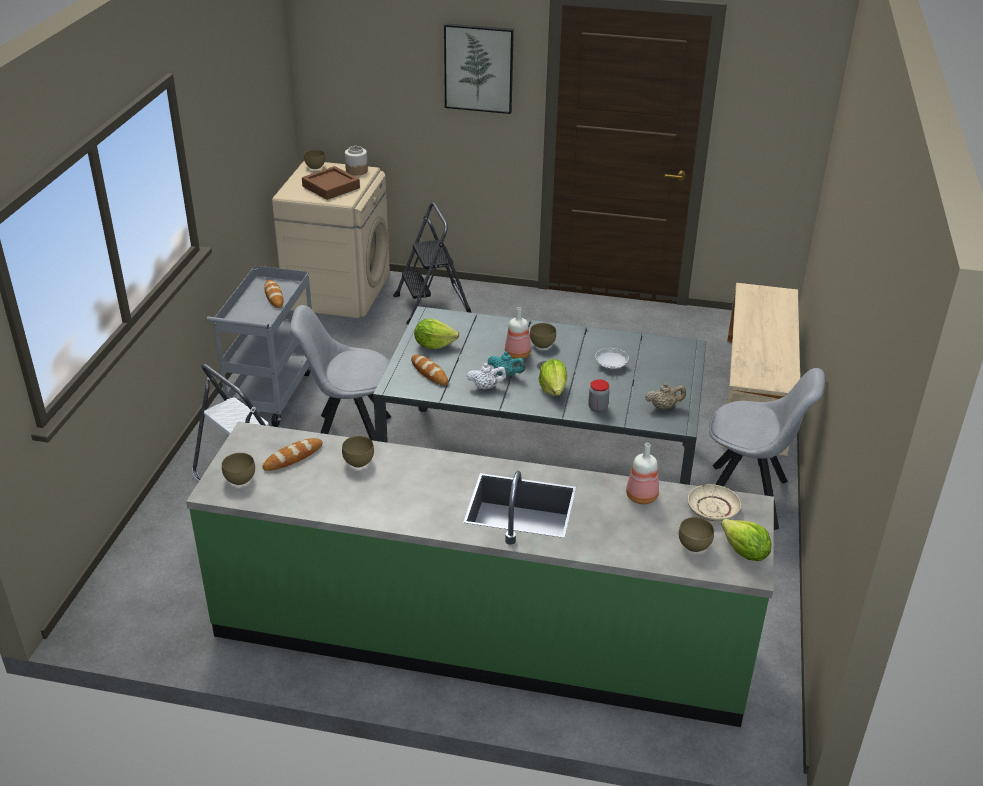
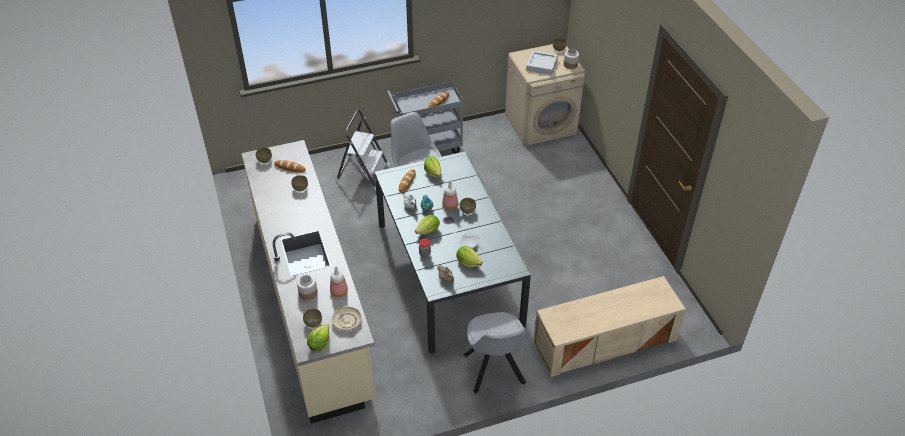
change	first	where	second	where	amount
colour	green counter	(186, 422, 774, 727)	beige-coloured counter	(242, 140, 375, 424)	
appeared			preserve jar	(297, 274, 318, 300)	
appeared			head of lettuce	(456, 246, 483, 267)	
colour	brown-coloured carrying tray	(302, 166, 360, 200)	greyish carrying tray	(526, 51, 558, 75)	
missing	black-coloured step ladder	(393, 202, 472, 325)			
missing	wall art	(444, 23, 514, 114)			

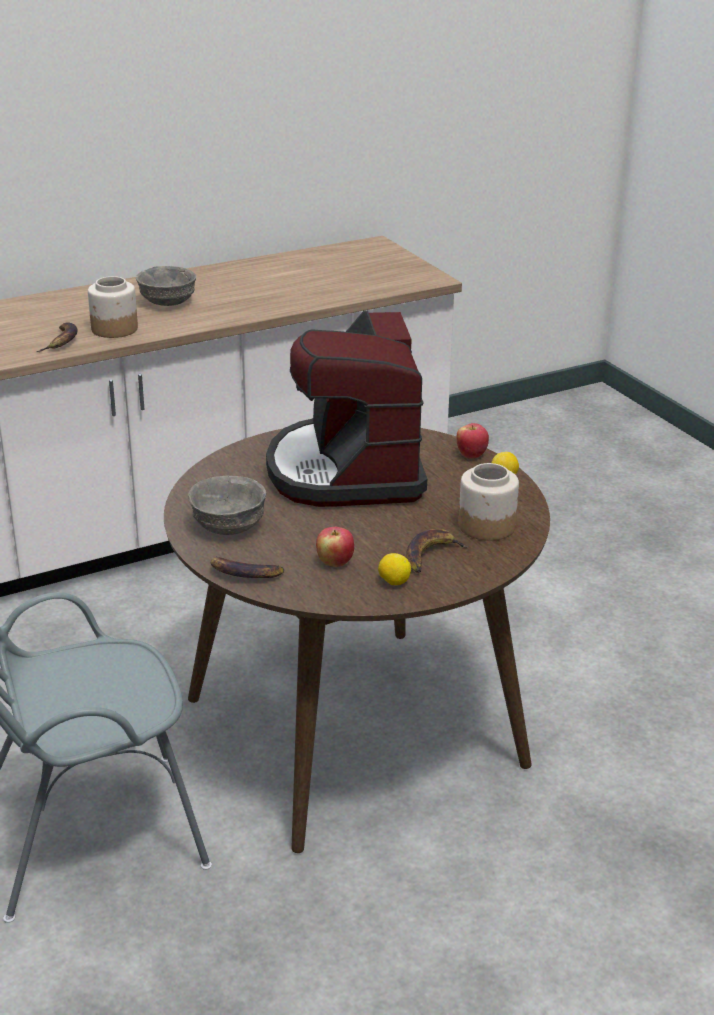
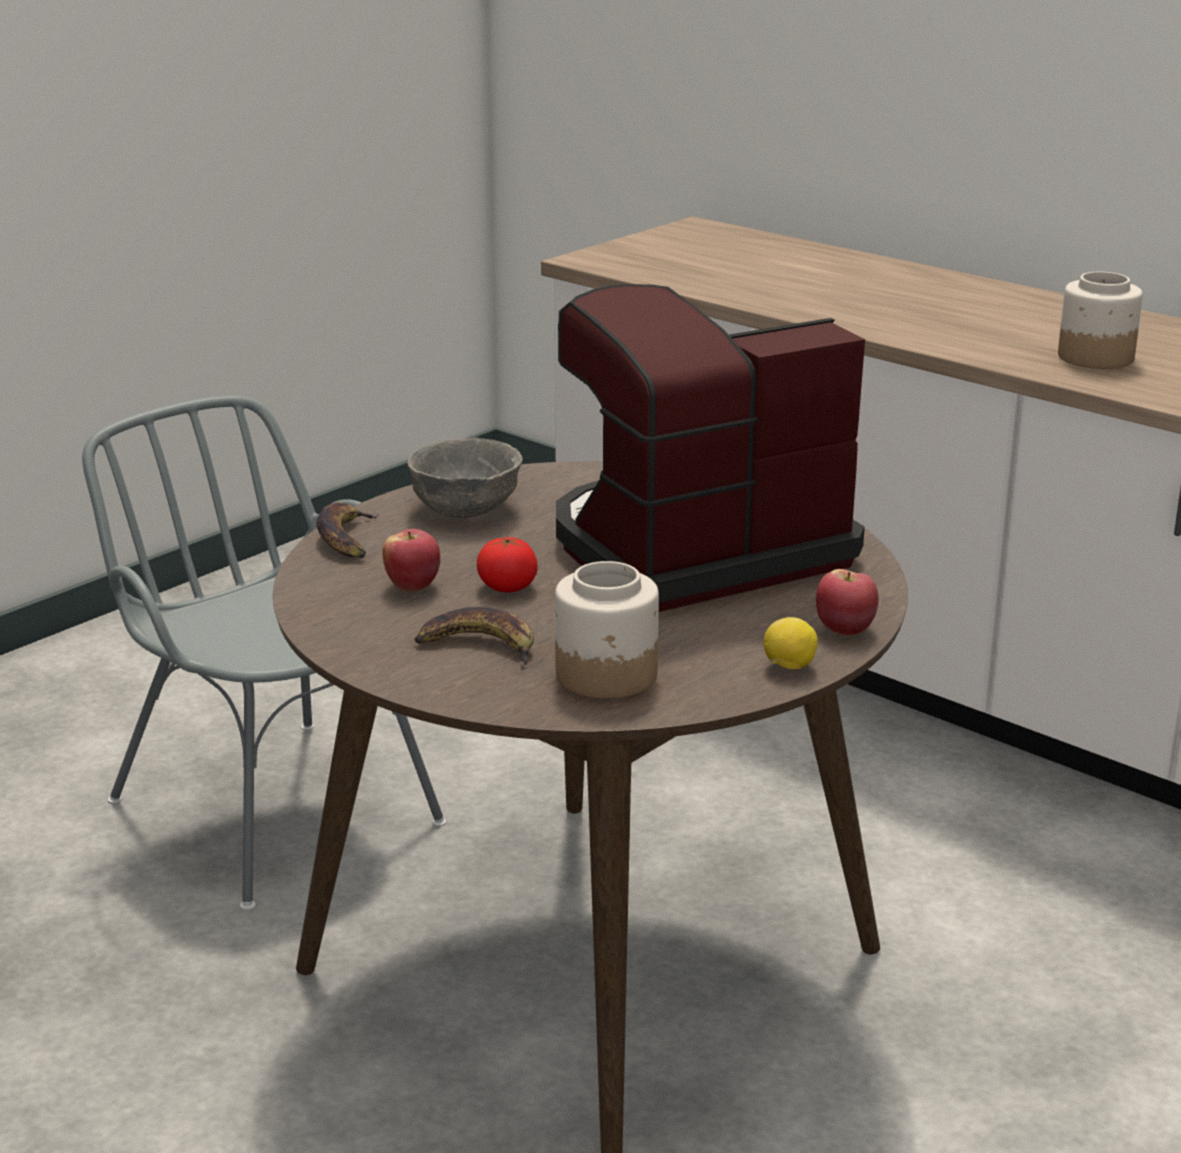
change	first	where	second	where	amount
appeared			whole tomato	(477, 537, 538, 592)	
relocated	preserve jar	(88, 276, 138, 338)		(1058, 272, 1143, 369)	
missing	whole banana	(37, 323, 78, 352)			
missing	greyish bowl	(136, 266, 196, 306)			
missing	whole lemon	(378, 553, 411, 585)			

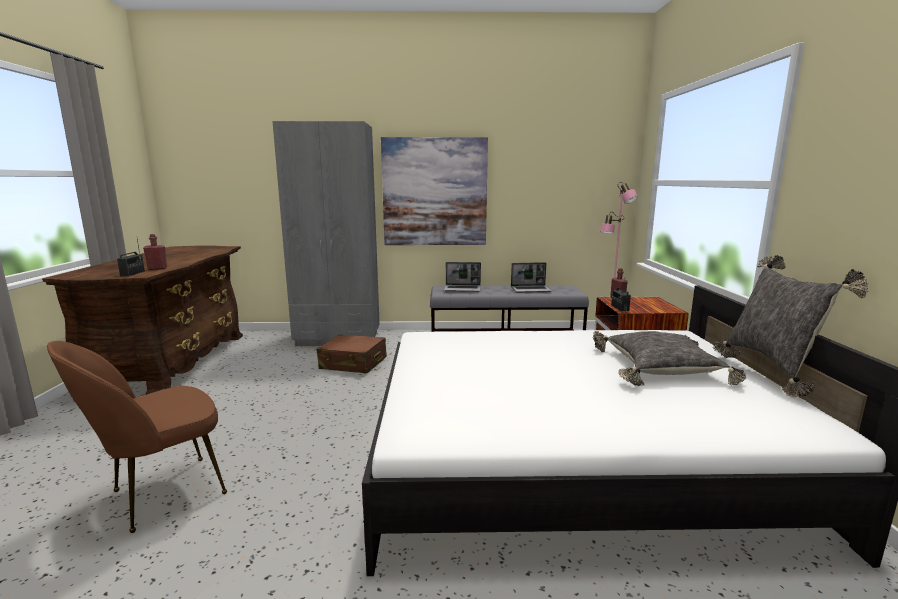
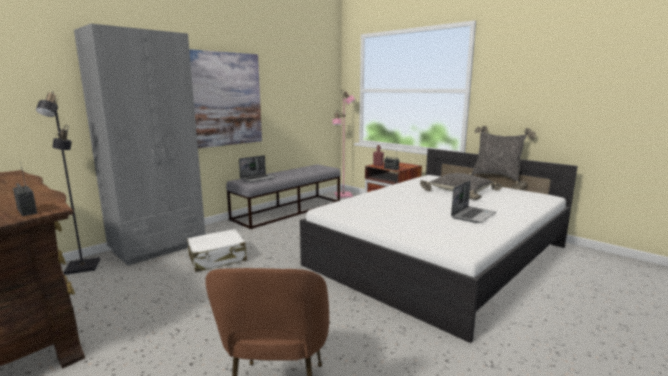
change	first	where	second	where	amount
appeared			black-coloured standing lamp	(36, 91, 100, 275)	
colour	brown-coloured travel case	(317, 334, 387, 374)	white-coloured travel case	(187, 229, 247, 272)	
relocated	portable computer	(511, 262, 552, 293)		(451, 180, 496, 223)	
missing	reddish bottle	(143, 234, 167, 270)			

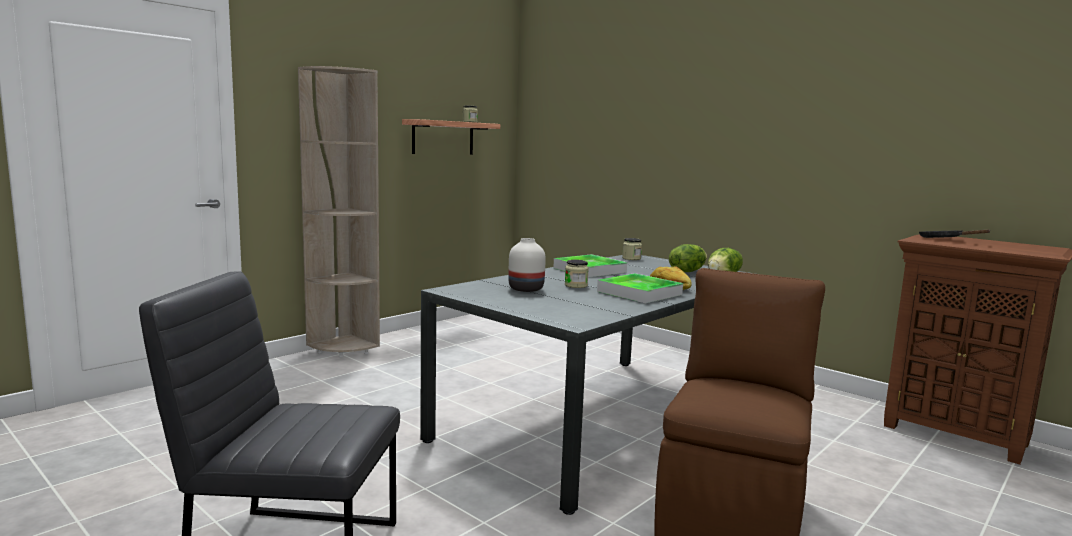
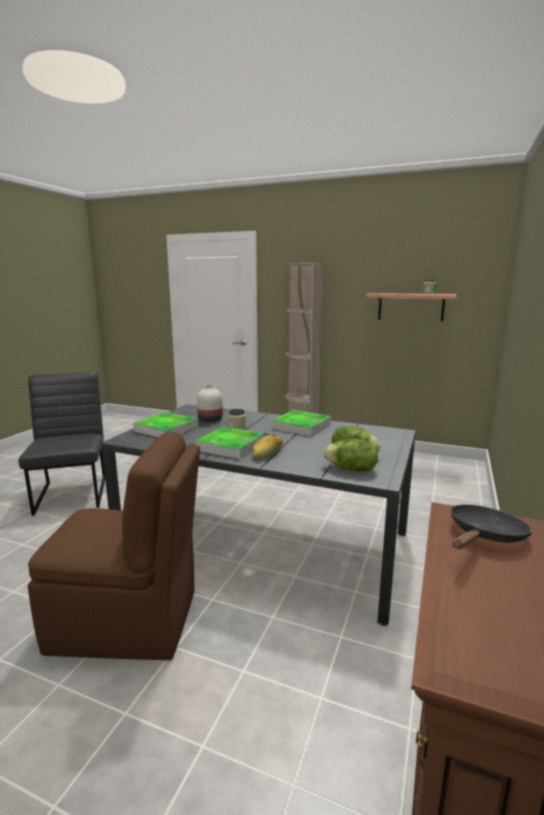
change	first	where	second	where	amount
appeared			carrying tray	(133, 412, 198, 437)	
missing	preserve jar	(622, 238, 642, 260)			

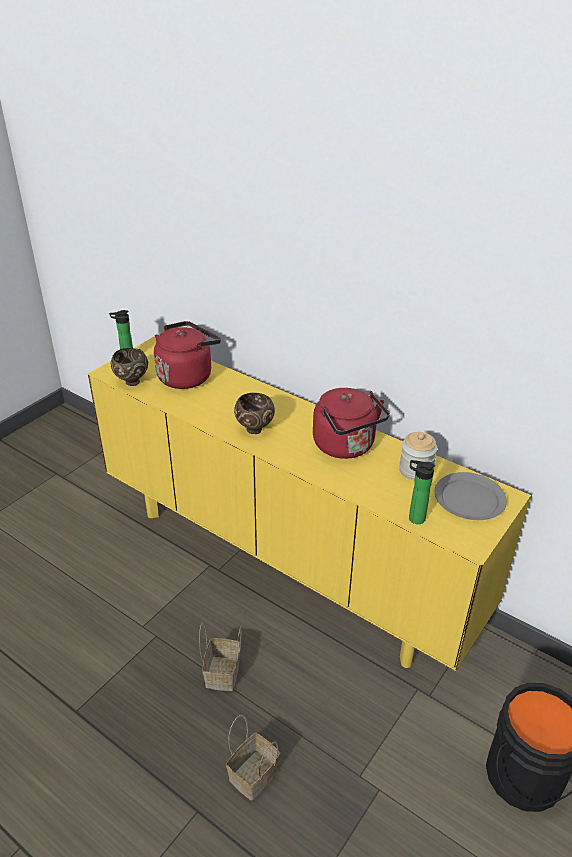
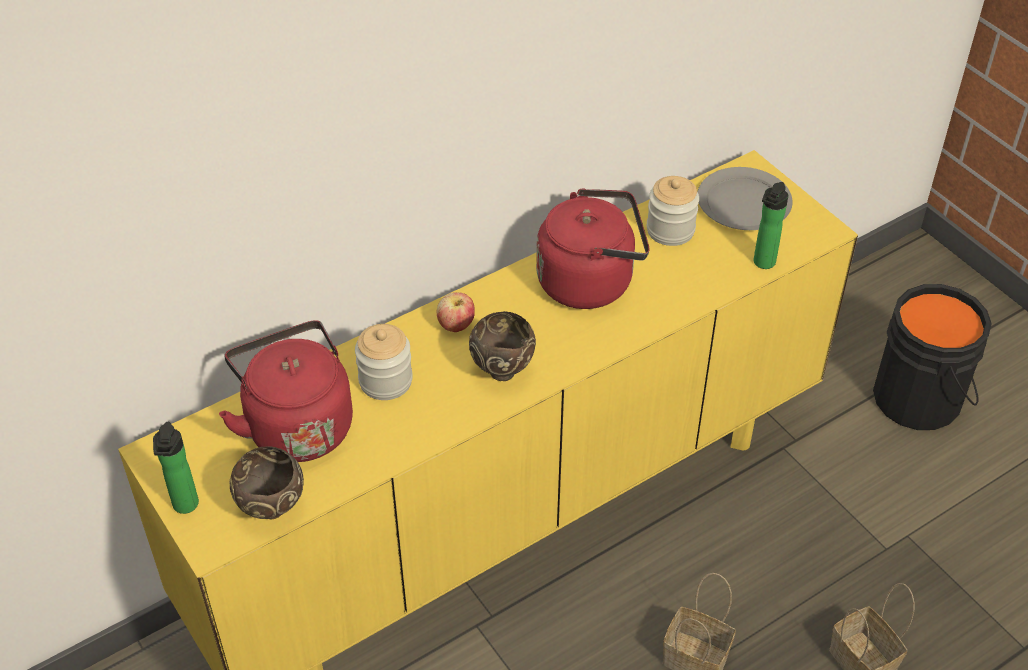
change	first	where	second	where	amount
appeared			preserve jar	(355, 324, 413, 400)	
appeared			apple	(437, 292, 475, 332)	

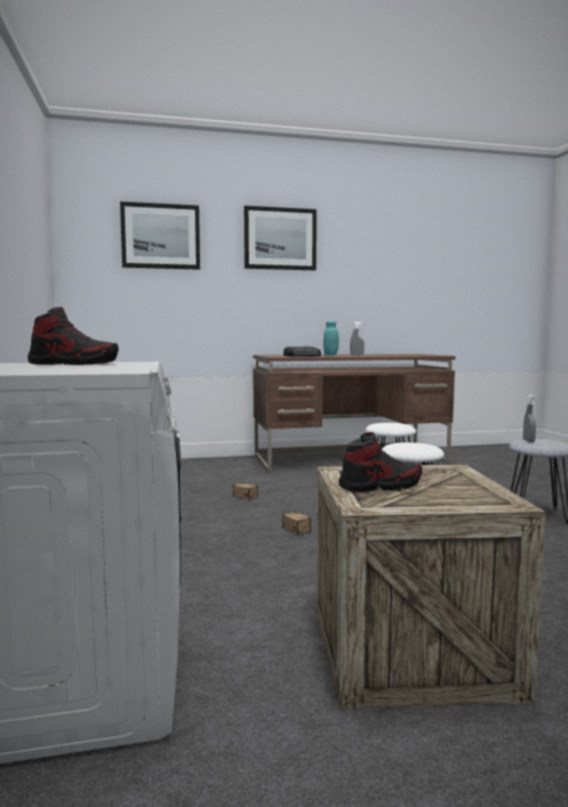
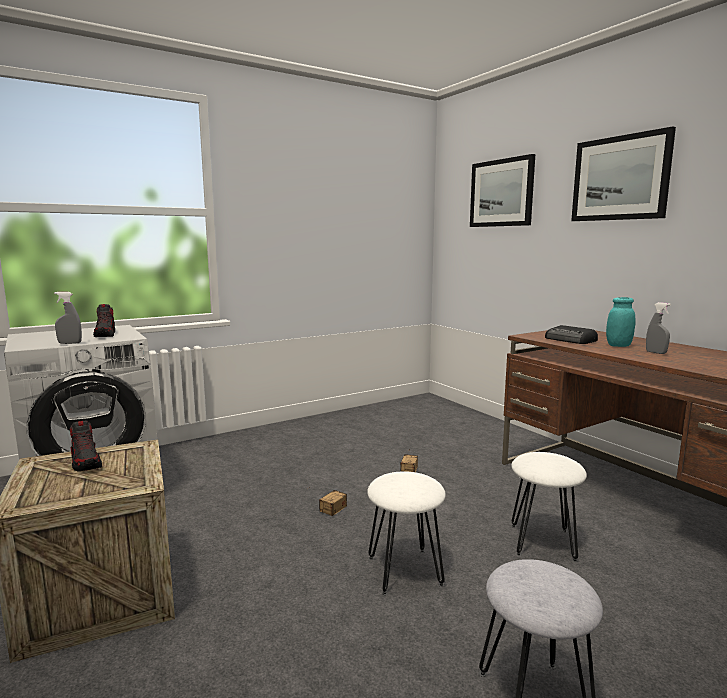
change	first	where	second	where	amount
relocated	greyish sprayer	(523, 394, 536, 442)		(54, 292, 82, 344)	

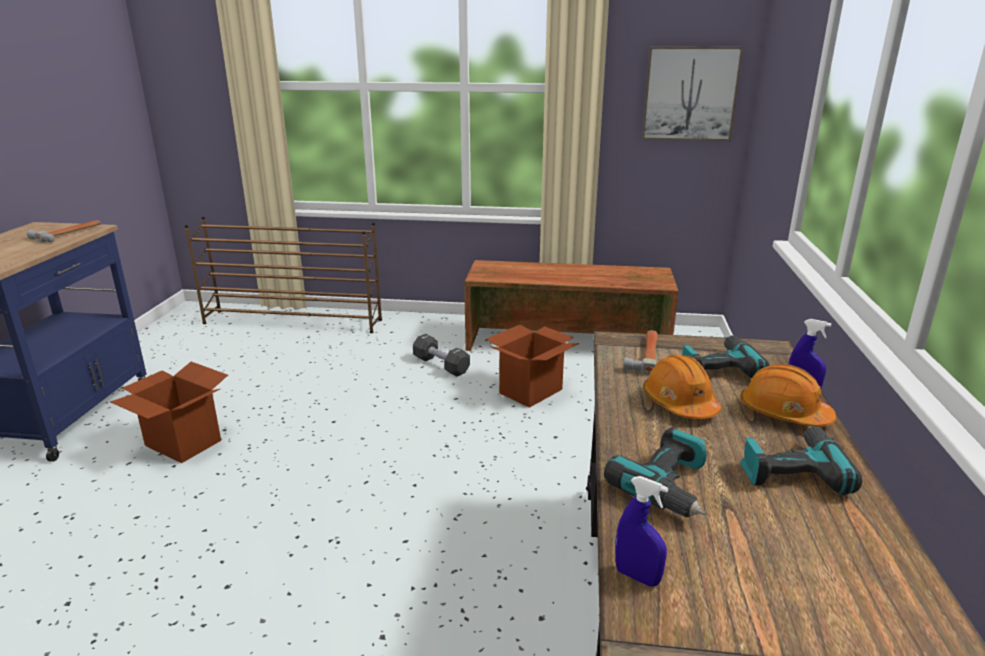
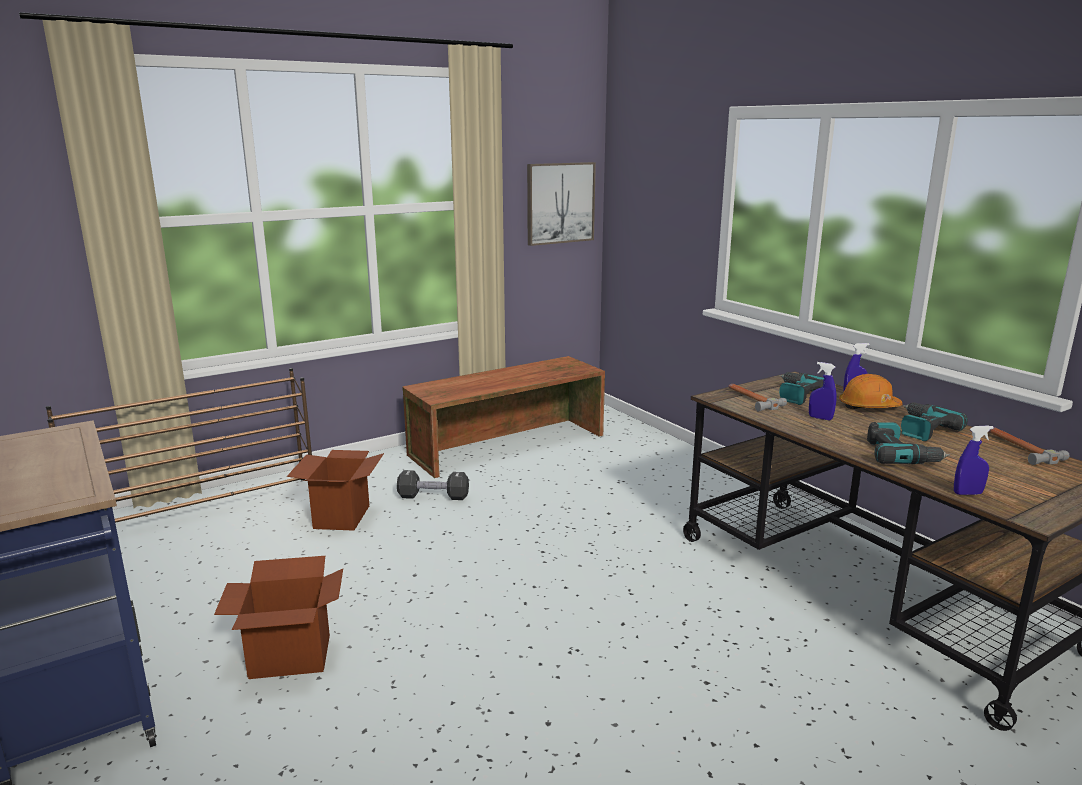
change	first	where	second	where	amount
relocated	packing box	(486, 325, 580, 408)		(287, 450, 384, 531)	
exchanged	orange safety helmet	(644, 355, 721, 419)	blue-coloured sprayer	(809, 362, 837, 420)	
relocated	hammer	(27, 220, 101, 242)		(989, 427, 1069, 465)	

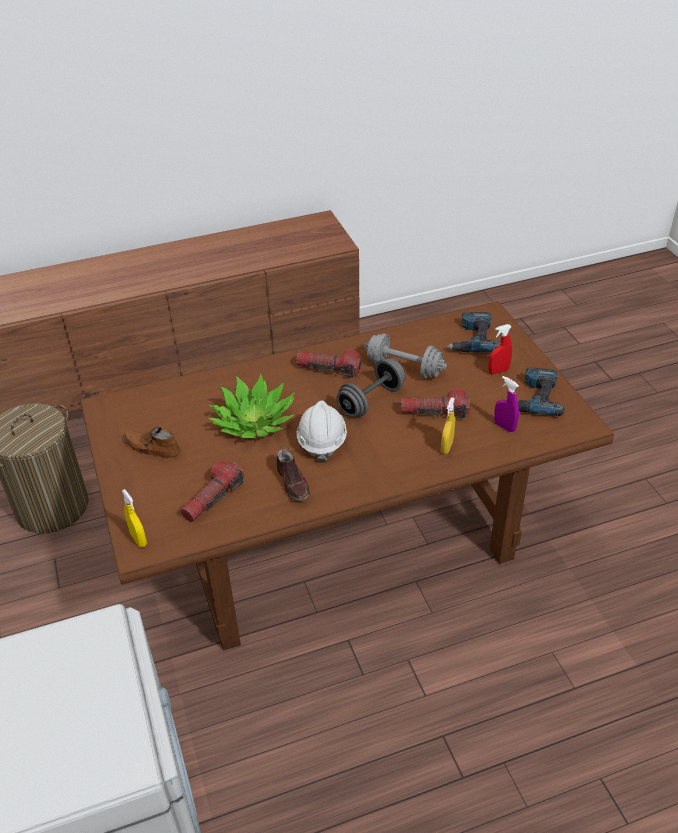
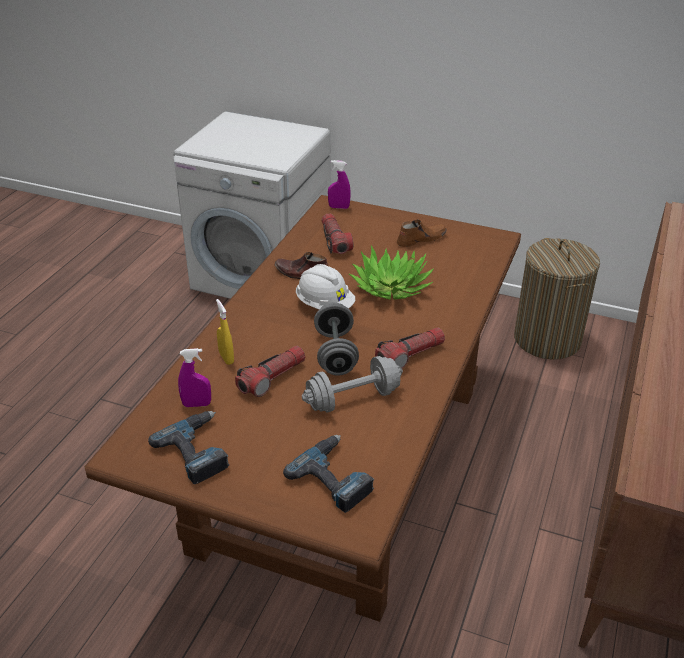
change	first	where	second	where	amount
colour	yellow-coloured sprayer	(122, 489, 147, 547)	purple sprayer	(328, 160, 351, 209)	
missing	reddish sprayer	(489, 324, 512, 374)			

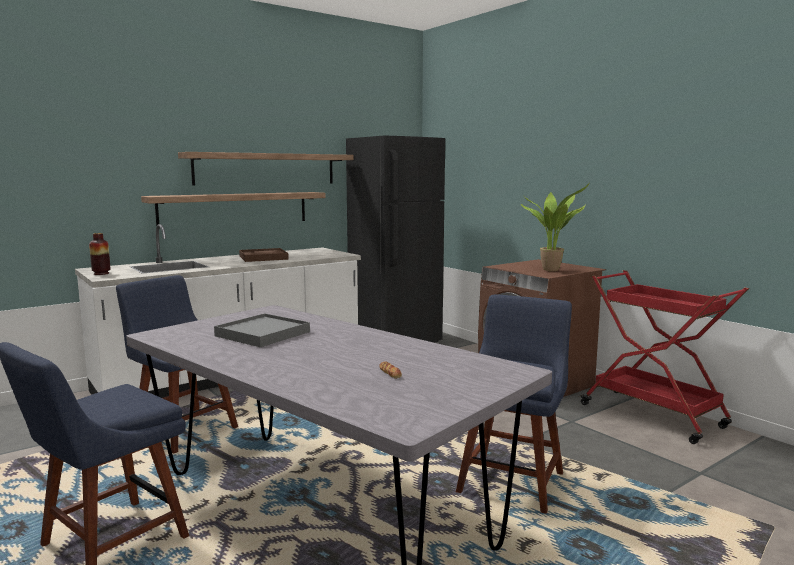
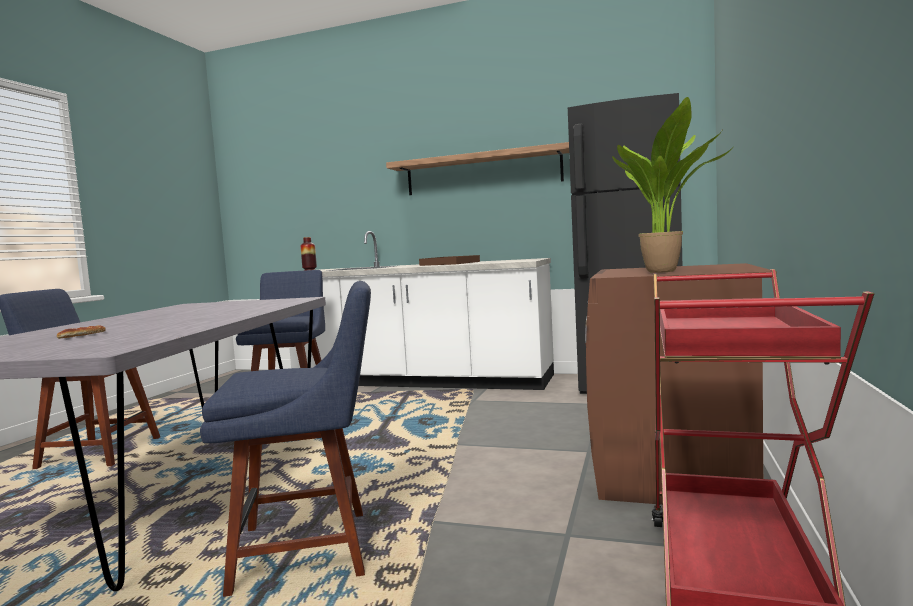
change	first	where	second	where	amount
missing	wall shelf	(141, 192, 326, 229)			
missing	greyish carrying tray	(214, 313, 310, 347)			

